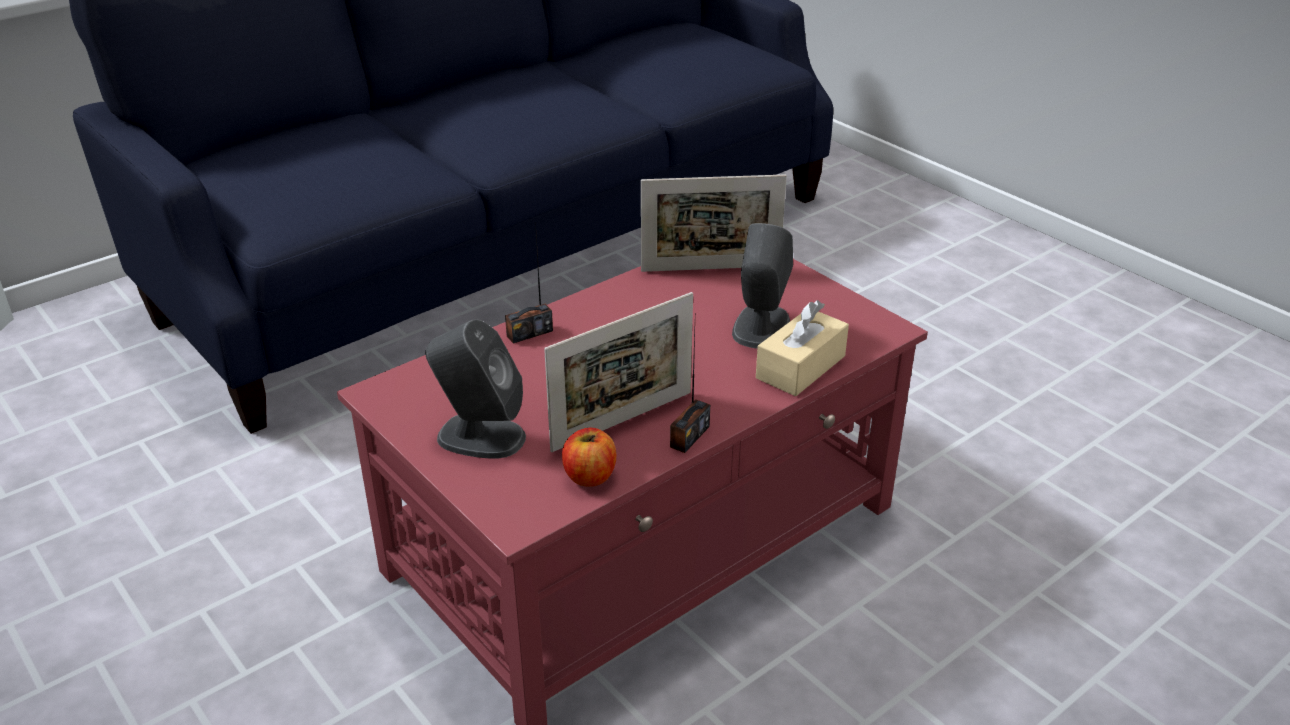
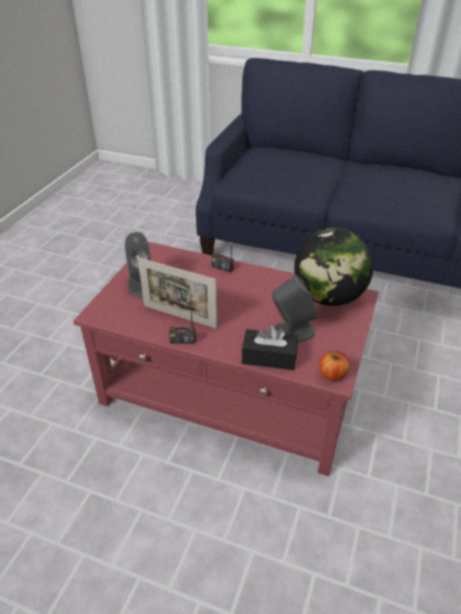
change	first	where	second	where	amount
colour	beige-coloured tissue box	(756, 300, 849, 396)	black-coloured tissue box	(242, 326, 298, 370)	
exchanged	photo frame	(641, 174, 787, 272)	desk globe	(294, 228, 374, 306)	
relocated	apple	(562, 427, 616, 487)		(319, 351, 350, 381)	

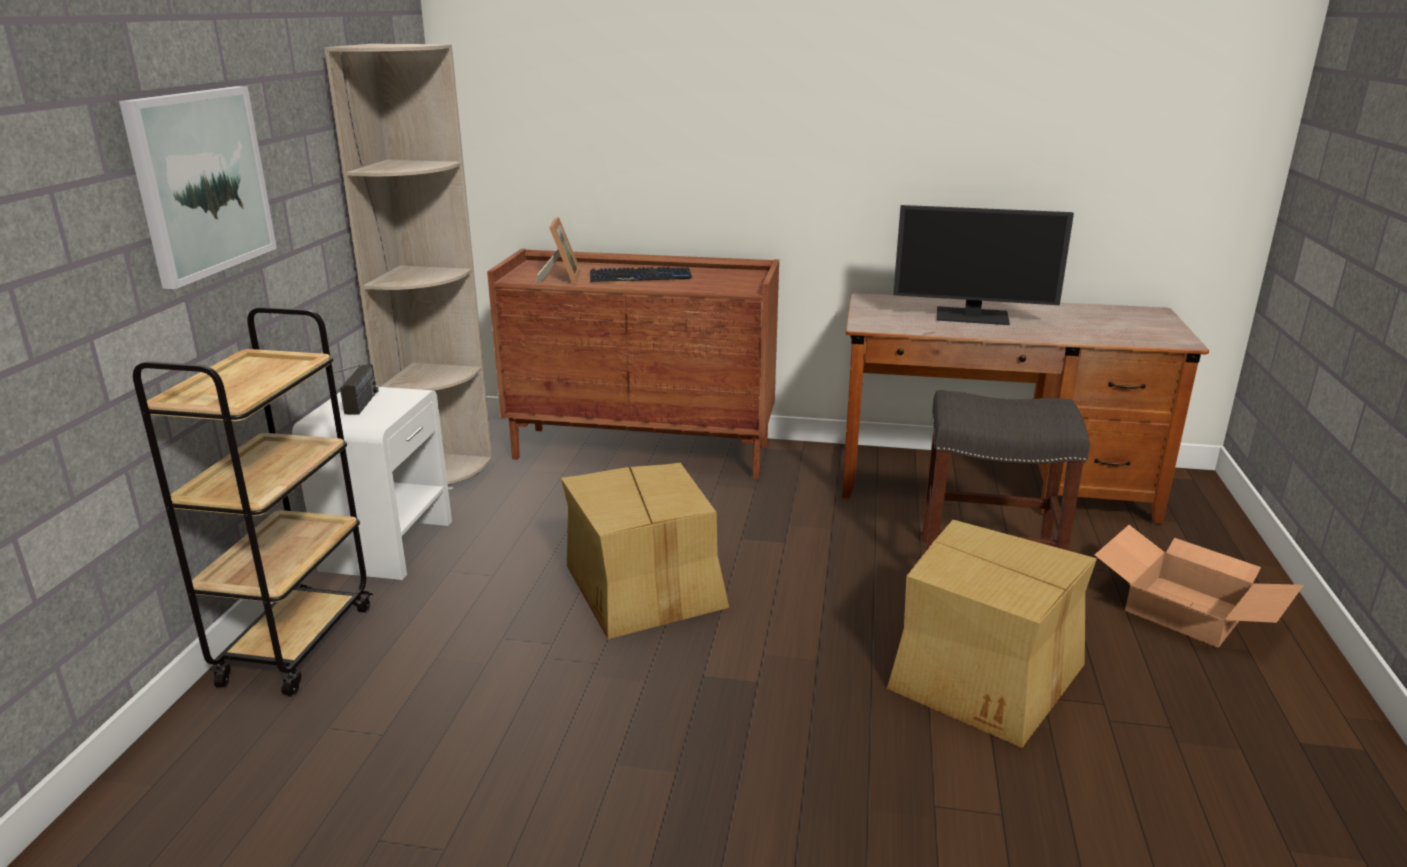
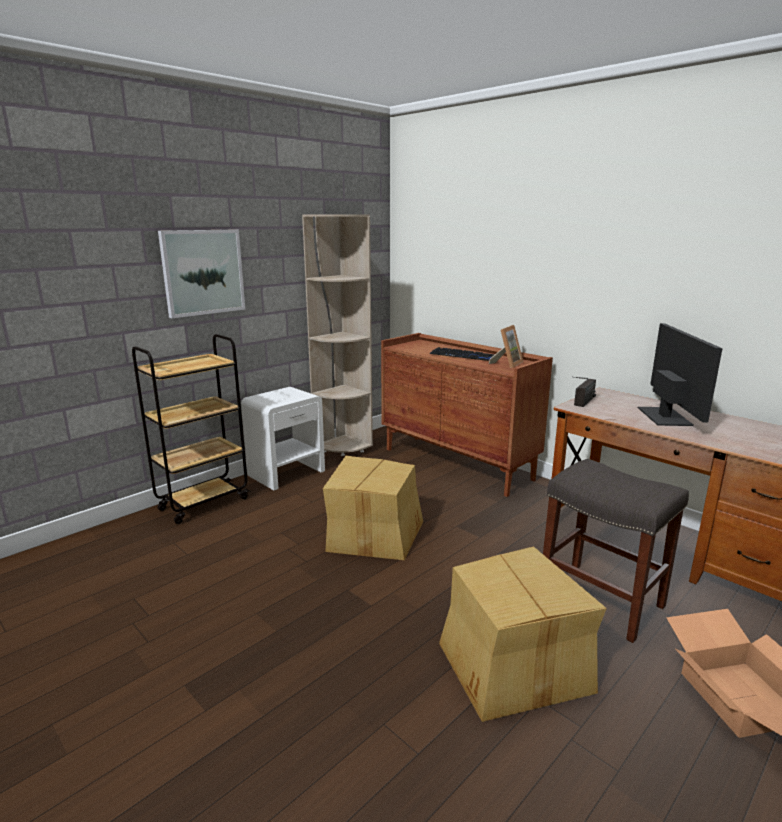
change	first	where	second	where	amount
relocated	photo frame	(535, 217, 581, 284)		(489, 325, 523, 368)	
relocated	radio receiver	(325, 364, 379, 414)		(572, 377, 596, 407)	
spun	monitor	(893, 205, 1074, 325)		(638, 323, 723, 426)	135 degrees counterclockwise

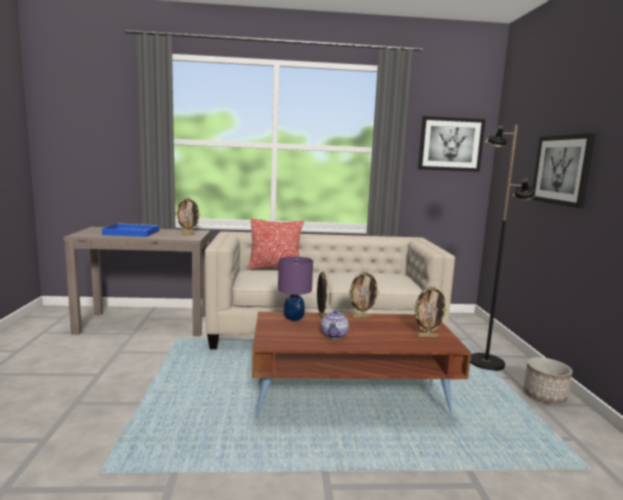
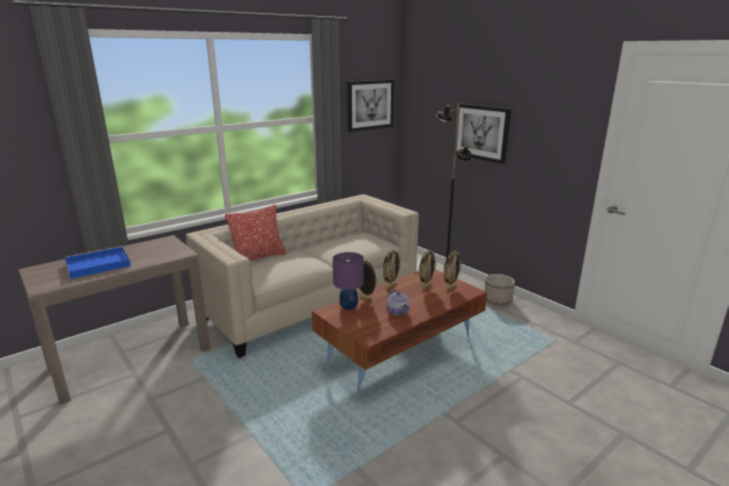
change	first	where	second	where	amount
relocated	photo frame	(175, 197, 201, 235)		(419, 250, 437, 290)	

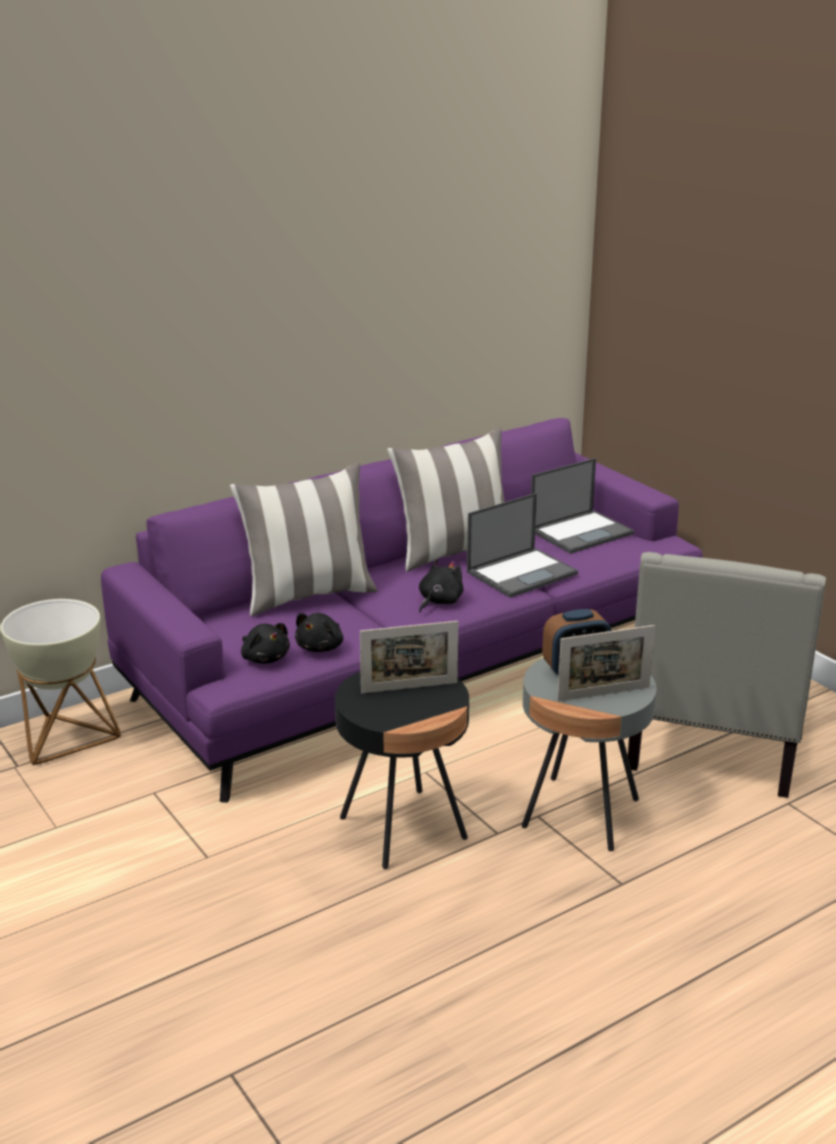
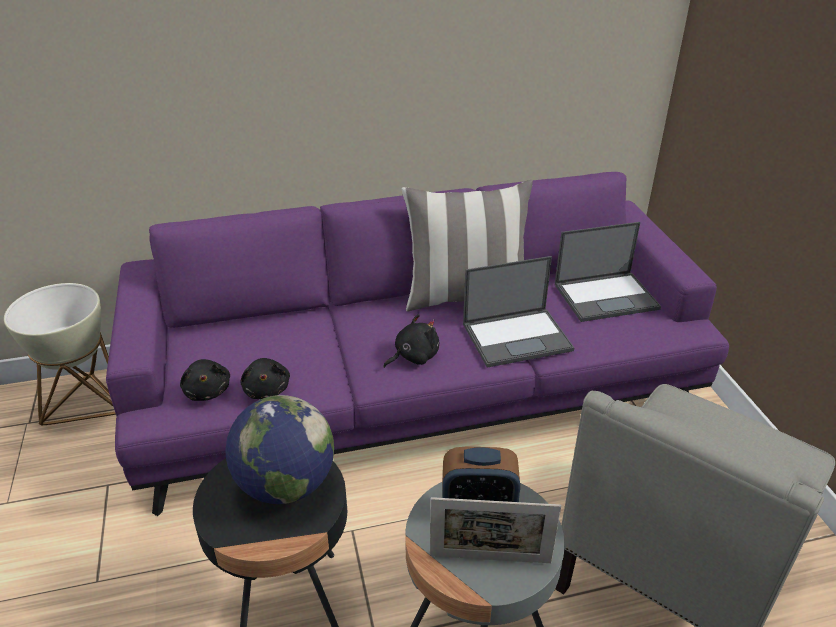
change	first	where	second	where	amount
exchanged	photo frame	(360, 621, 458, 693)	desk globe	(225, 395, 334, 504)	
spun	black-coloured cuddly toy	(295, 613, 343, 652)		(240, 358, 290, 399)	60 degrees counterclockwise
missing	cushion	(230, 462, 378, 616)			

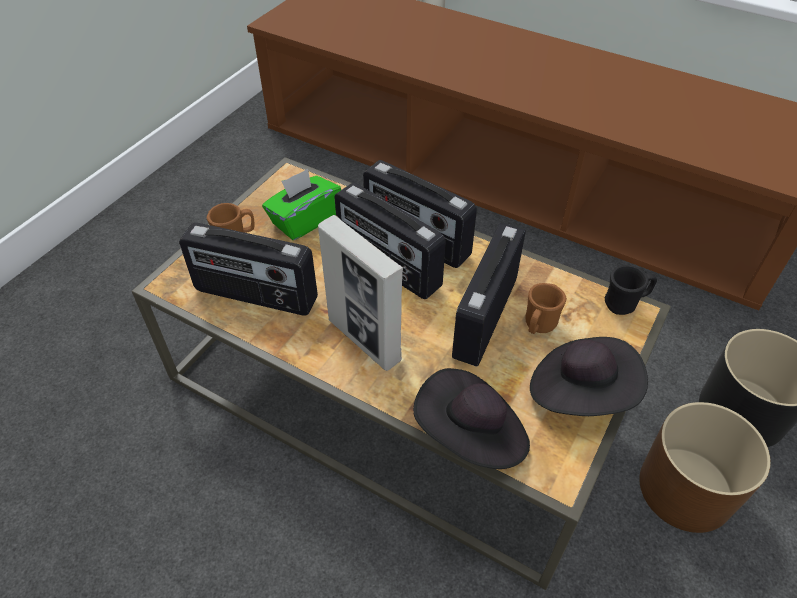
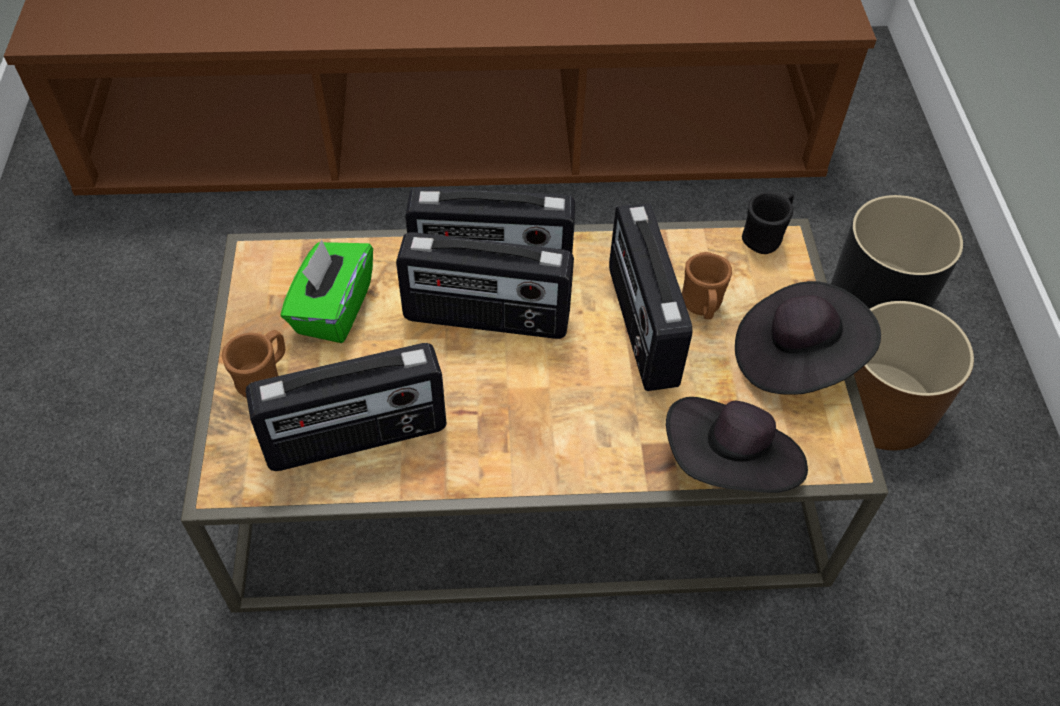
change	first	where	second	where	amount
missing	photo frame	(318, 215, 403, 371)			

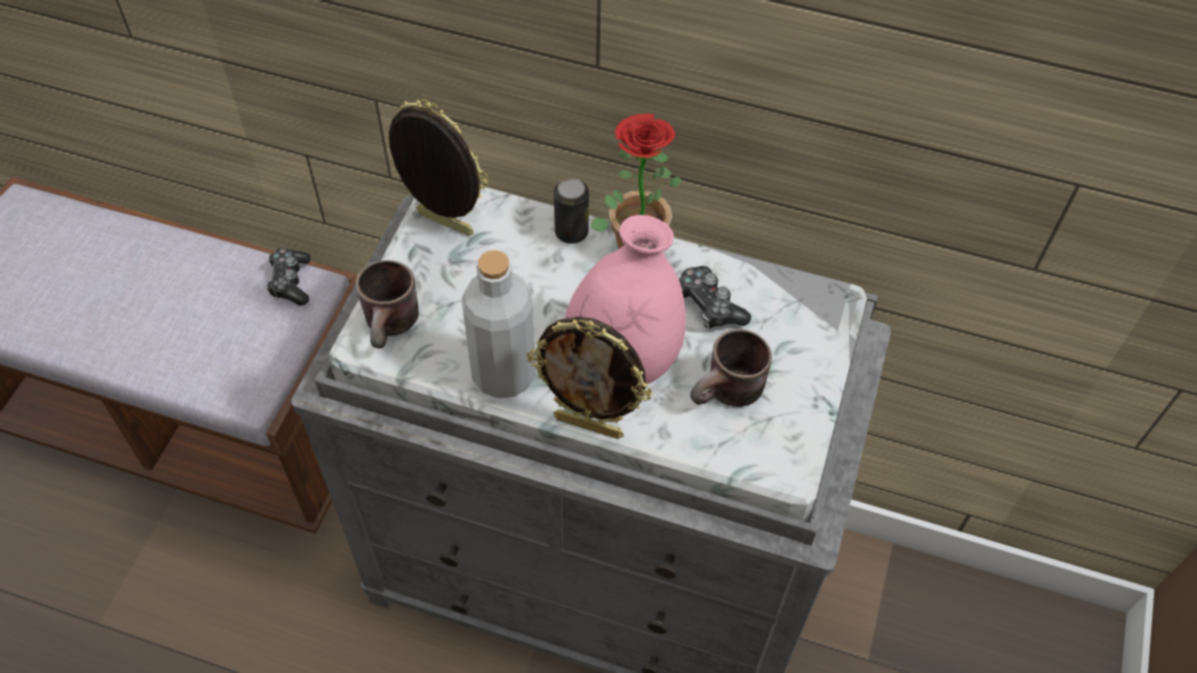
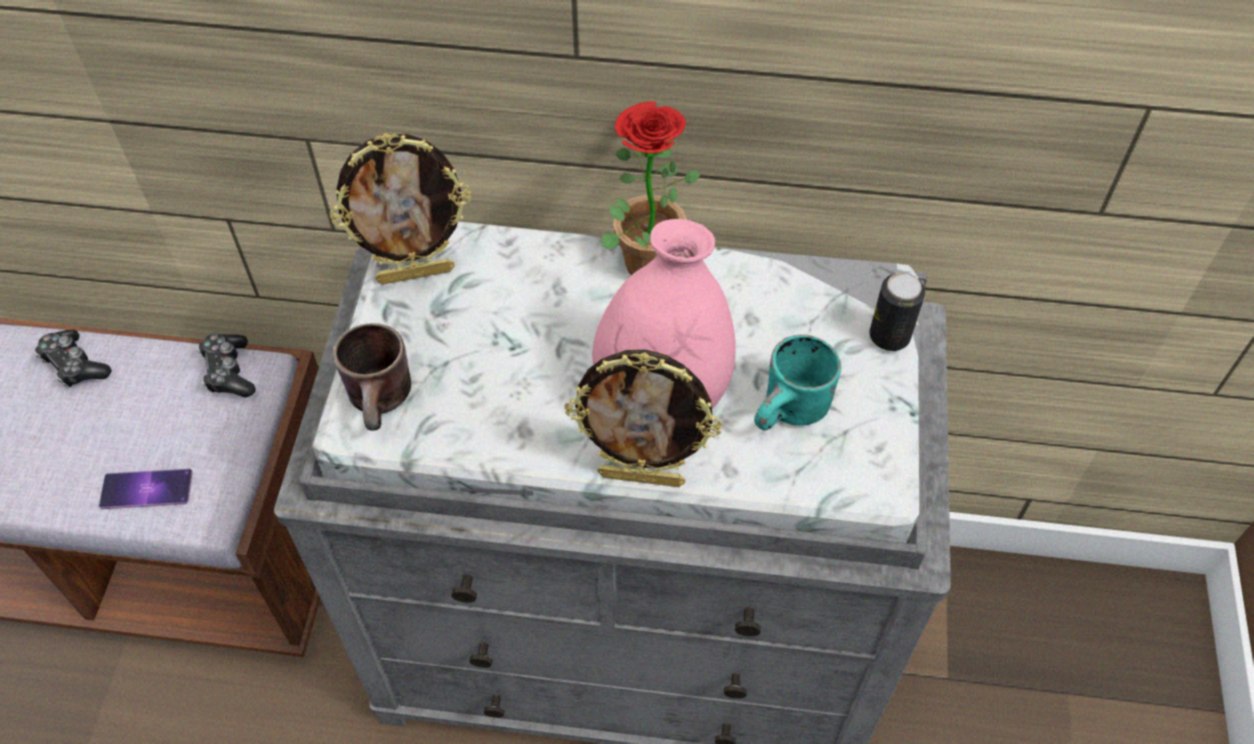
change	first	where	second	where	amount
relocated	gamepad	(679, 266, 751, 329)		(34, 330, 112, 387)	
appeared			handset	(99, 469, 193, 509)	
spun	photo frame	(387, 99, 488, 236)		(330, 133, 471, 285)	150 degrees clockwise
colour	brown-coloured tea mug	(690, 329, 772, 407)	turquoise-coloured tea mug	(754, 334, 841, 431)	
relocated	sealed can	(554, 178, 589, 244)		(869, 272, 925, 351)	
missing	greyish bottle	(462, 250, 536, 398)			

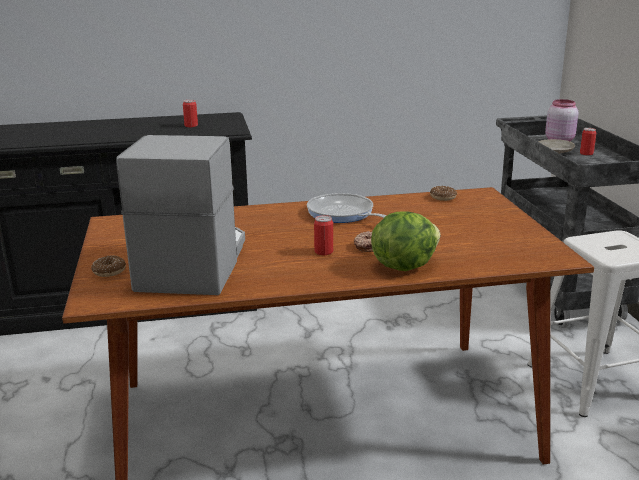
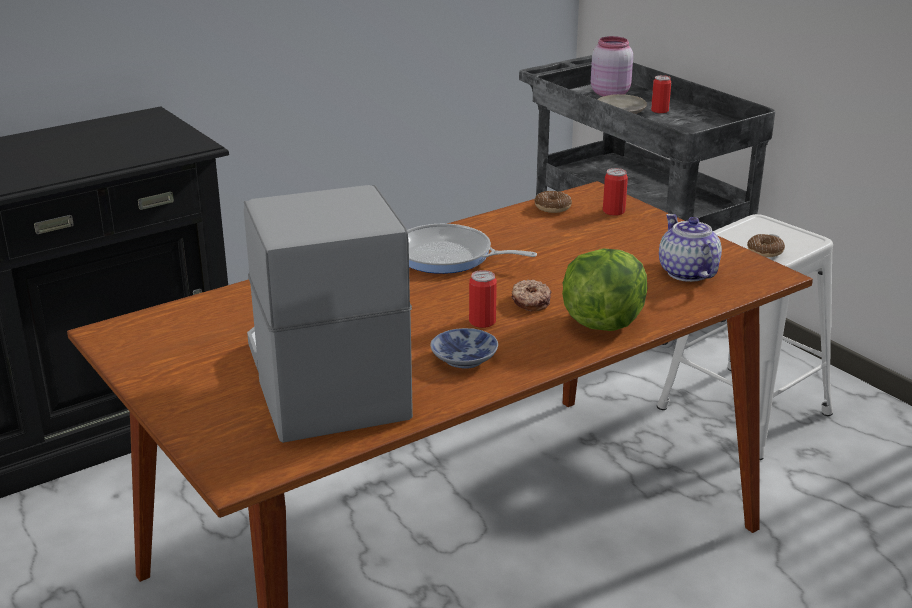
change	first	where	second	where	amount
appeared			bowl	(430, 328, 498, 369)	
relocated	sealed can	(183, 99, 198, 127)		(603, 168, 628, 216)	
appeared			pot for tea	(659, 214, 722, 282)	
relocated	donut	(91, 255, 126, 277)		(747, 234, 785, 257)	

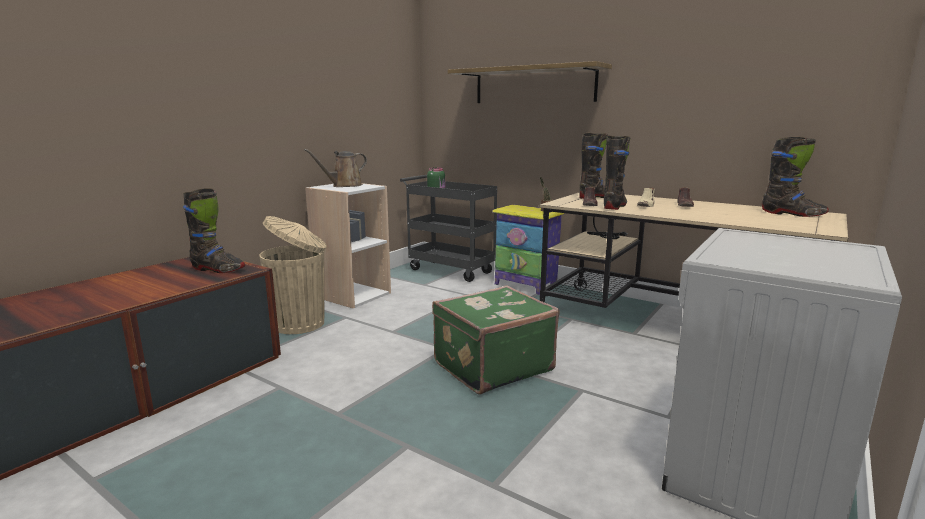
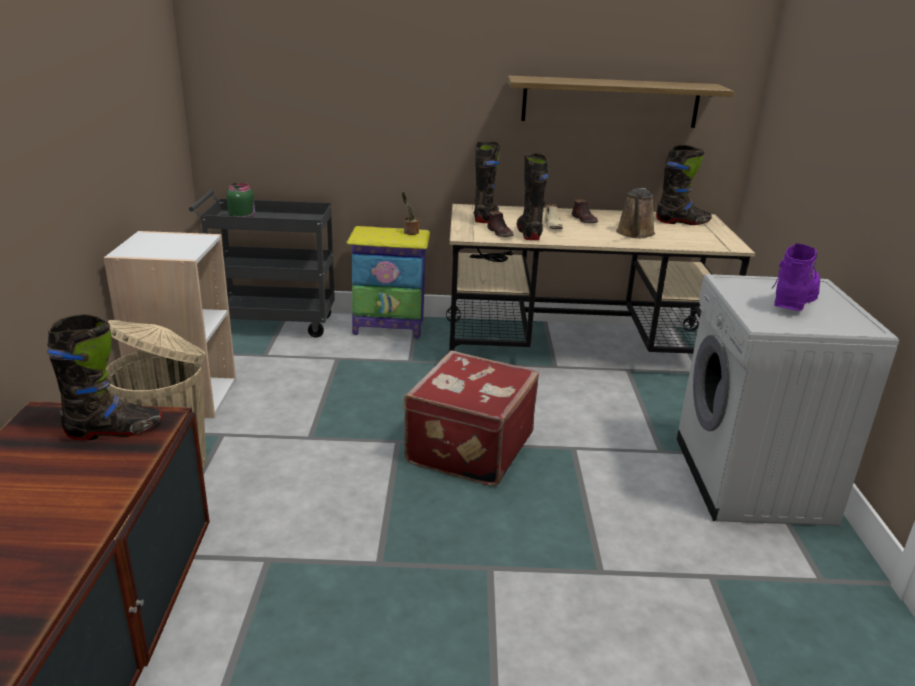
change	first	where	second	where	amount
colour	green travel case	(432, 285, 560, 395)	reddish travel case	(403, 351, 539, 486)	
relocated	wall shelf	(448, 61, 612, 103)		(508, 76, 734, 128)	
relocated	brown-coloured watering can	(304, 149, 367, 187)		(616, 188, 655, 238)	
appeared			purple boot	(772, 243, 820, 311)	

